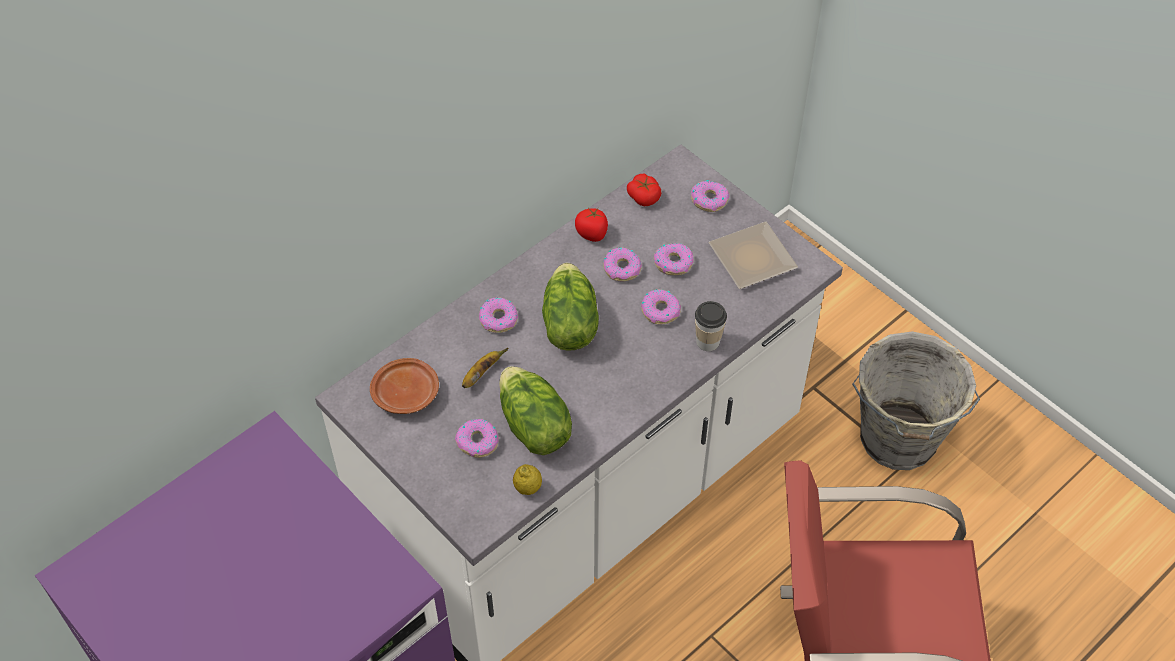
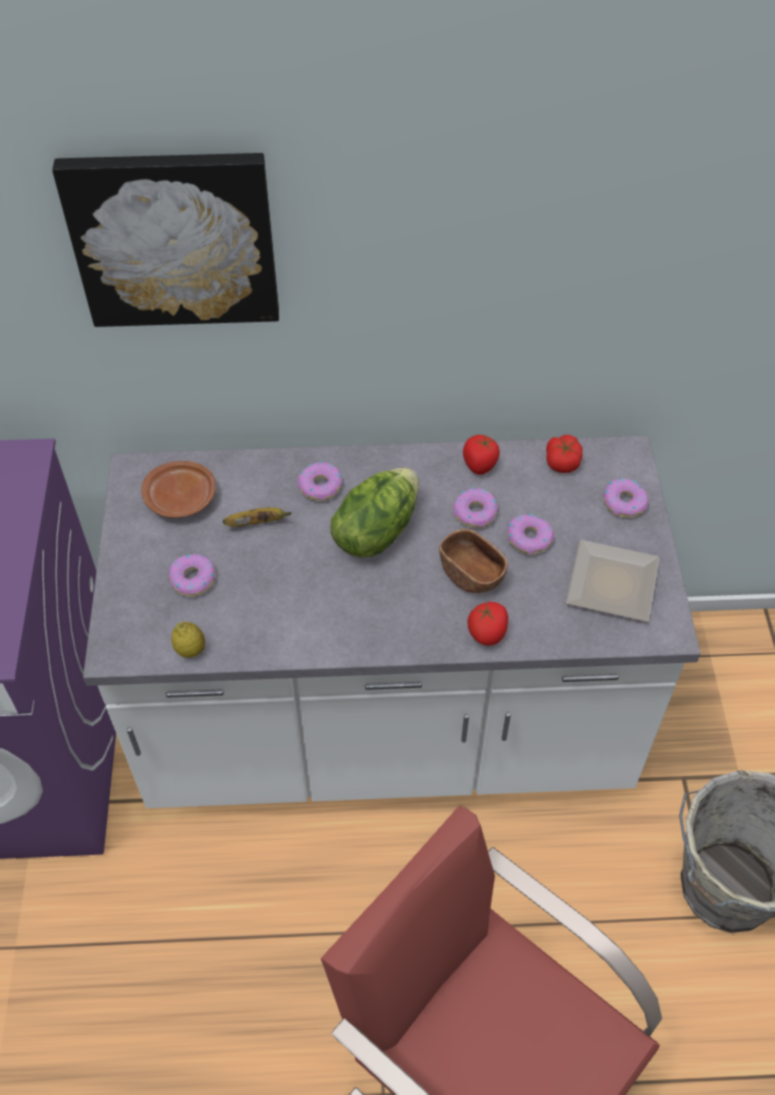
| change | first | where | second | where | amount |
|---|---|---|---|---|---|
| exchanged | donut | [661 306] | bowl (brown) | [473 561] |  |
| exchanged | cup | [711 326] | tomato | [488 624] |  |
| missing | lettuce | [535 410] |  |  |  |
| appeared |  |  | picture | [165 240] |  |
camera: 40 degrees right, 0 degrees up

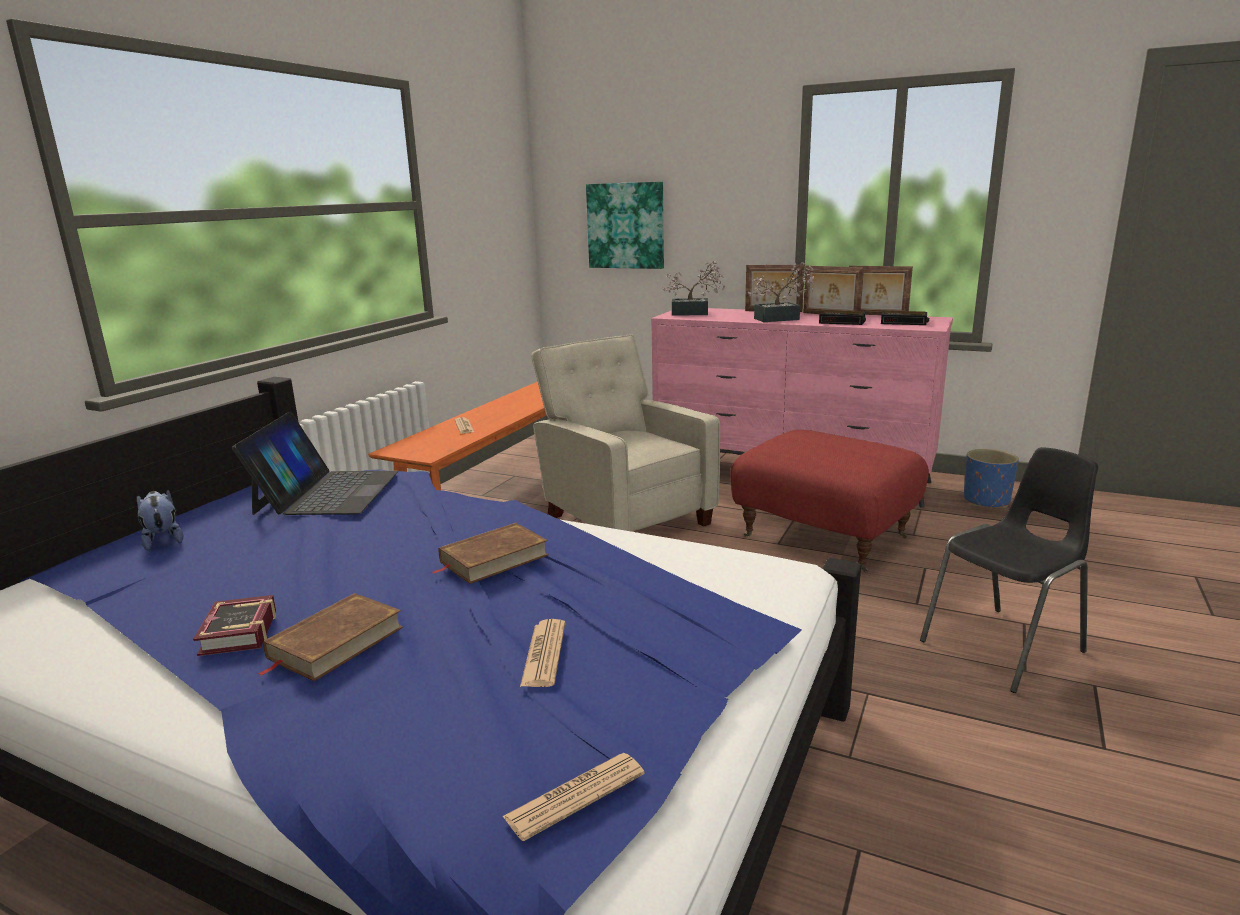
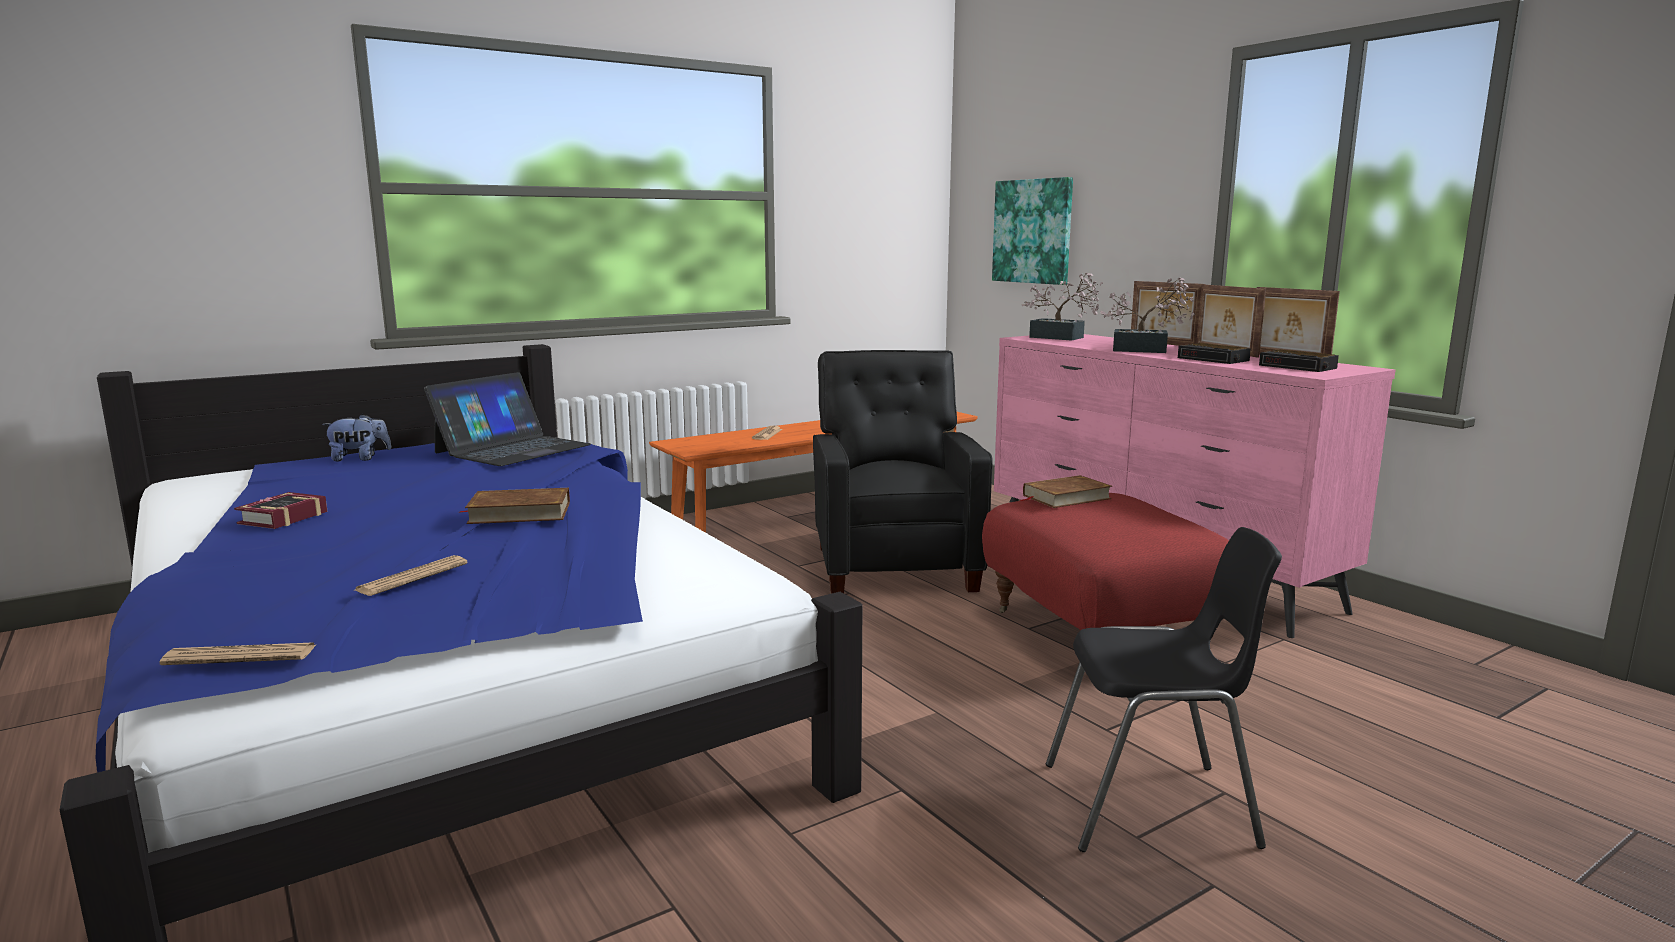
| change | first | where | second | where | amount |
|---|---|---|---|---|---|
| colour | armchair (beige) | [625 433] | armchair (black) | [903 472] |  |
| missing | planter (blue) | [991 478] |  |  |  |
| spun | plush toy | [160 520] |  | [357 438] | 75 degrees clockwise |
| relocated | book (brown) | [330 637] |  | [1066 491] |  |
camera: 30 degrees right, 5 degrees down

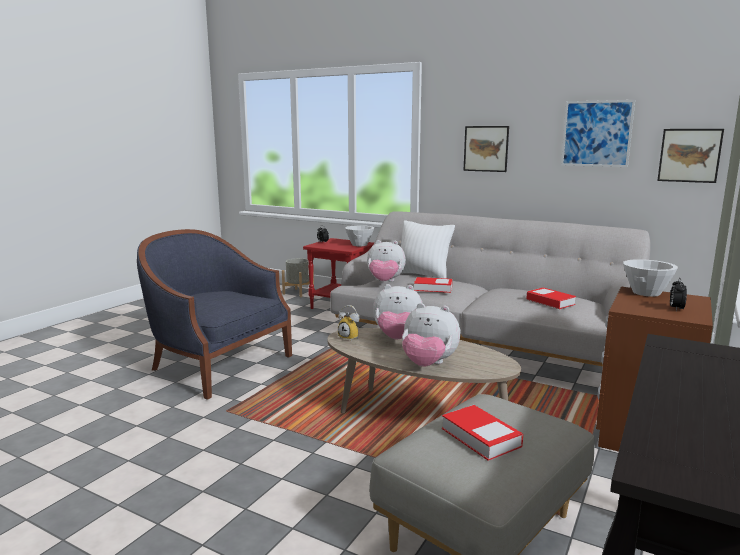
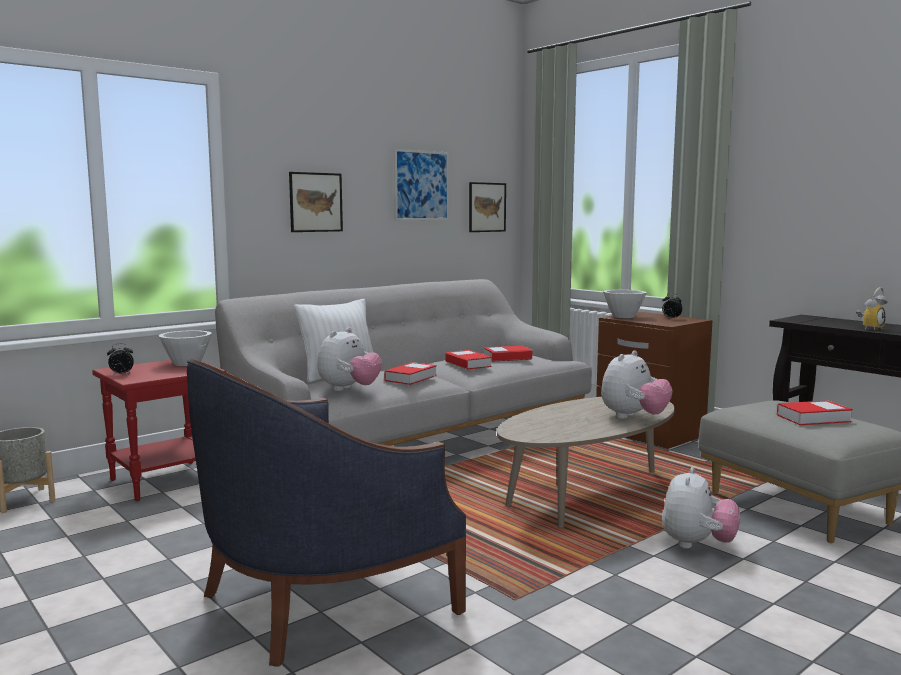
| change | first | where | second | where | amount |
|---|---|---|---|---|---|
| relocated | plush toy | [397 312] |  | [701 508] |  |
| relocated | alarm clock | [349 323] |  | [872 308] |  |
| appeared |  |  | book | [468 359] |  |
camera: 70 degrees left, 5 degrees down

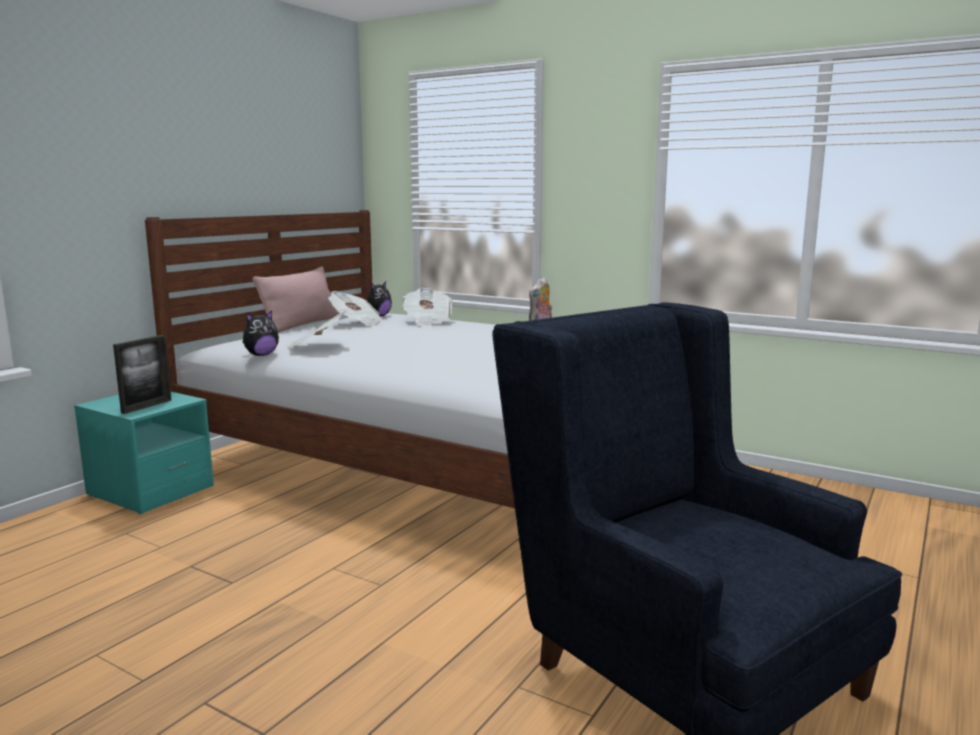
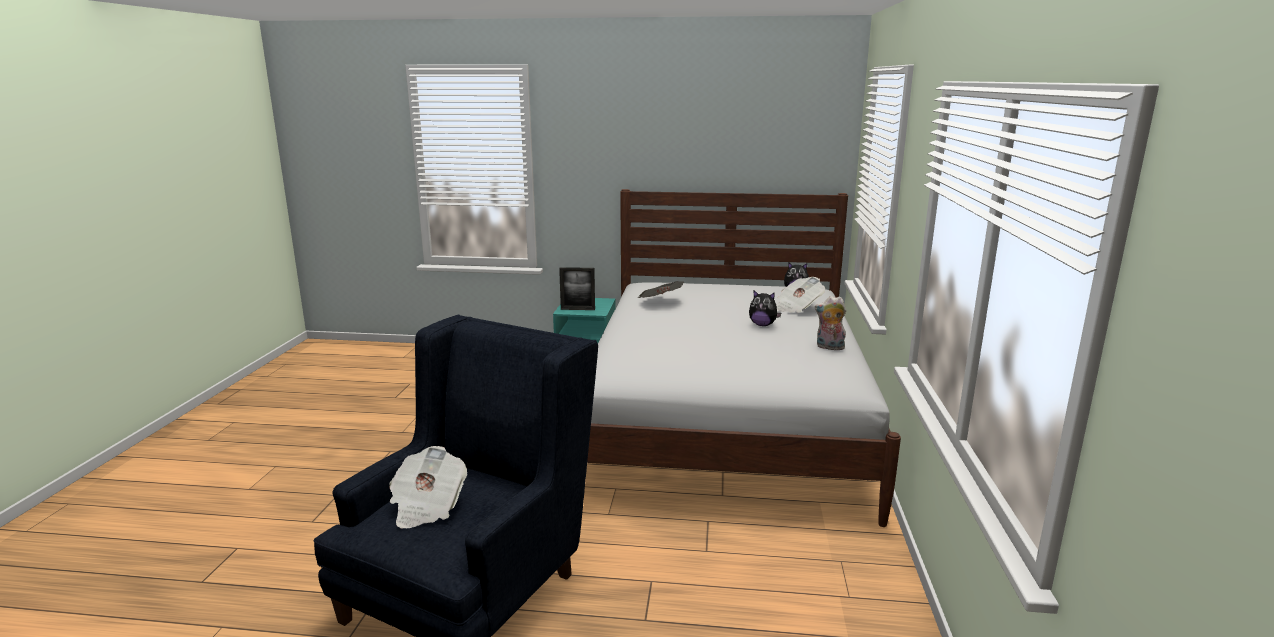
| change | first | where | second | where | amount |
|---|---|---|---|---|---|
| missing | pillow (pink) | [295 299] |  |  |  |
| relocated | newspaper | [355 309] |  | [428 487] |  |
| relocated | plush toy | [260 333] |  | [765 308] |  |
camera: 65 degrees right, 5 degrees up

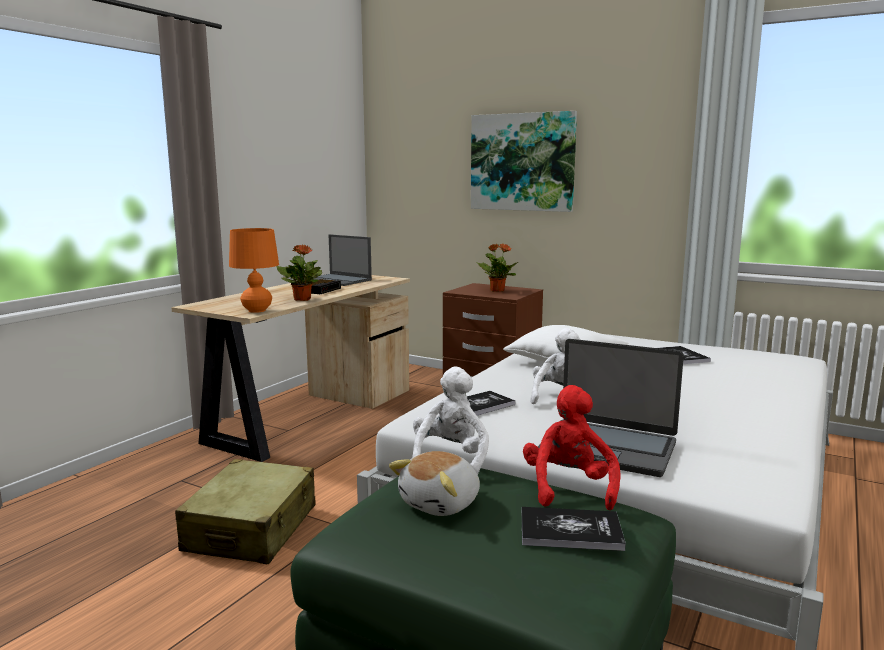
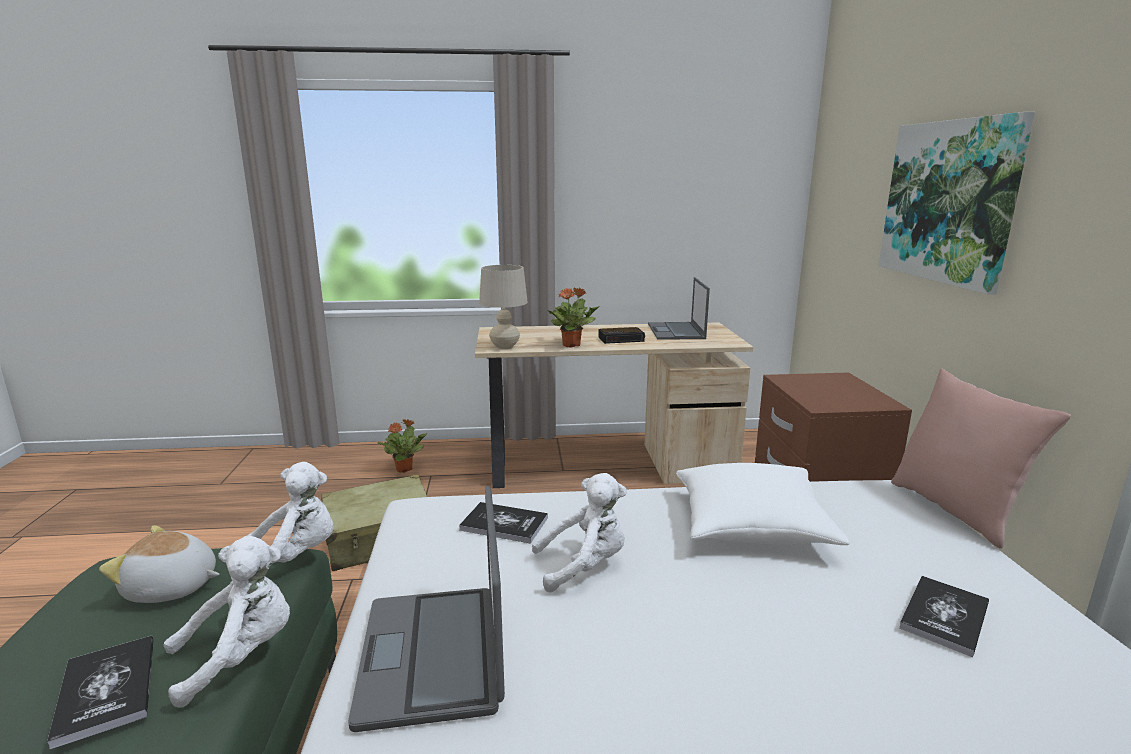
| change | first | where | second | where | amount |
|---|---|---|---|---|---|
| colour | table lamp (orange) | [254 270] | table lamp (beige) | [503 307] |  |
| relocated | potted plant | [497 267] |  | [402 446] |  |
| colour | plush toy (red) | [572 448] | plush toy (white) | [226 622] |  |
| appeared |  |  | pillow (pink) | [981 459] |  |
camera: 55 degrees right, 5 degrees up

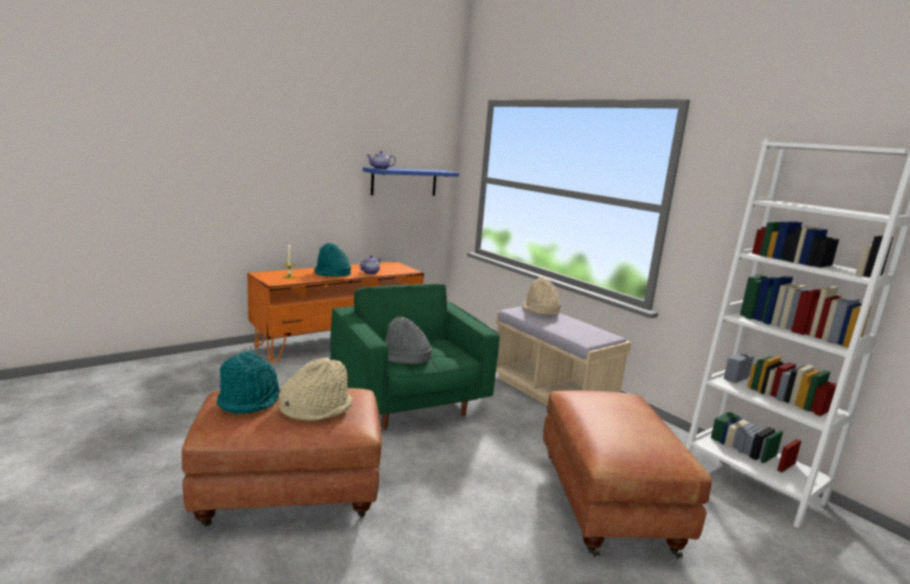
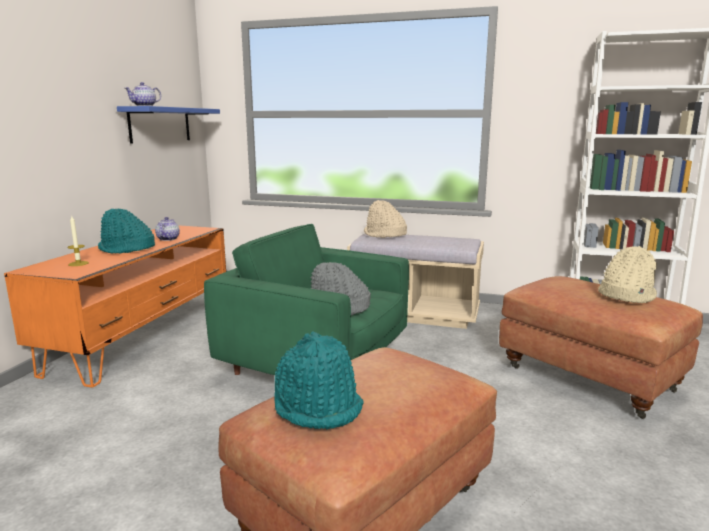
| change | first | where | second | where | amount |
|---|---|---|---|---|---|
| relocated | hat (beige) | [316 389] |  | [627 274] |  |
camera: 35 degrees left, 0 degrees up

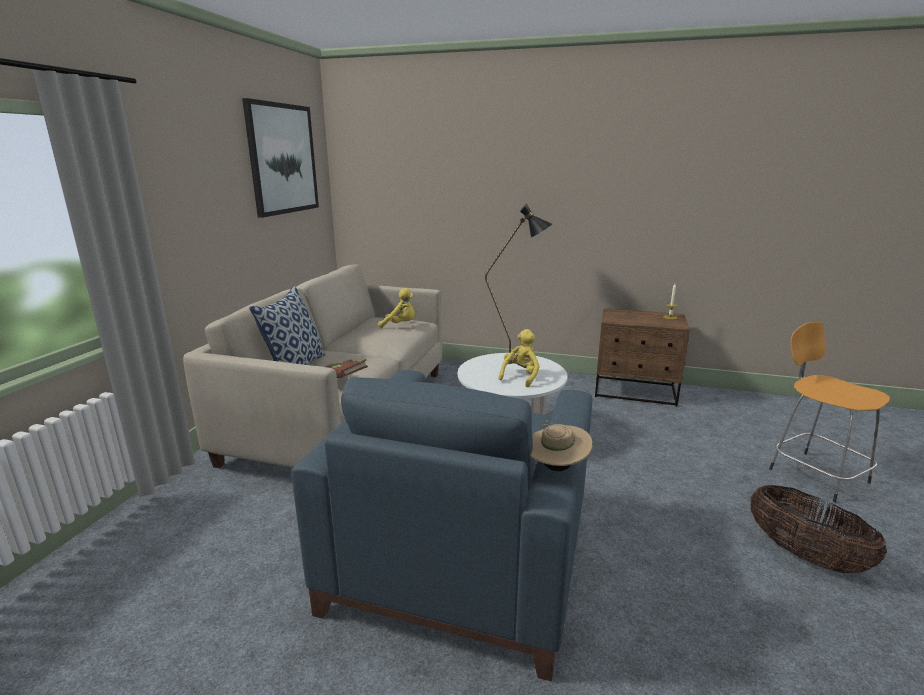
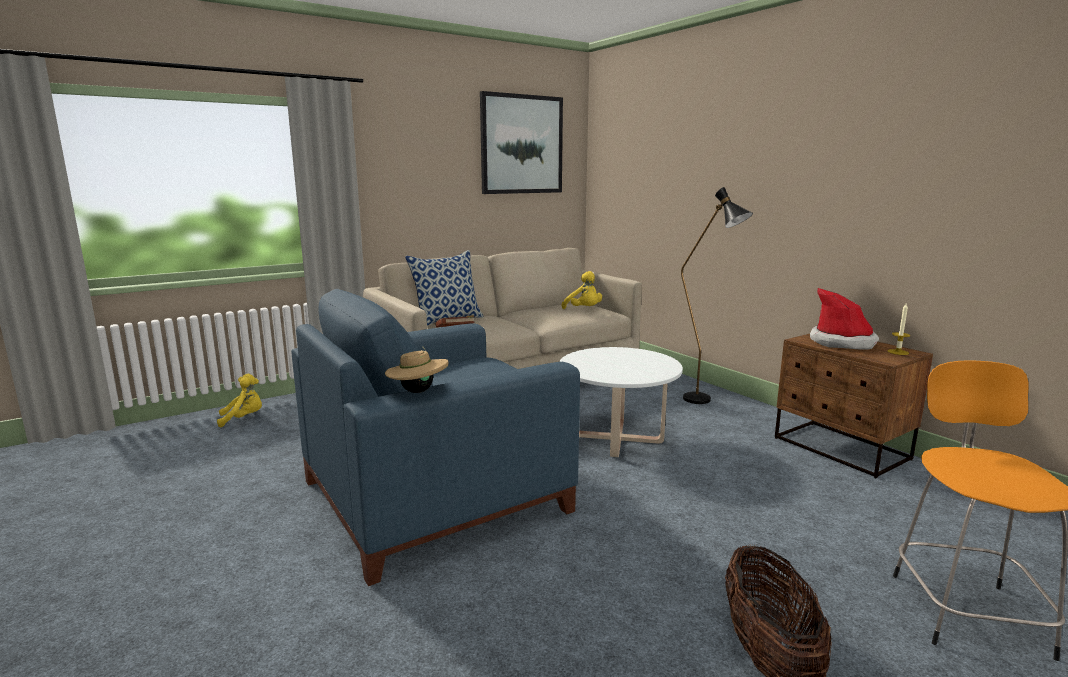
| change | first | where | second | where | amount |
|---|---|---|---|---|---|
| relocated | plush toy (yellow) | [519 358] |  | [239 400] |  |
| appeared |  |  | hat | [844 319] |  |
camera: 40 degrees right, 5 degrees down

